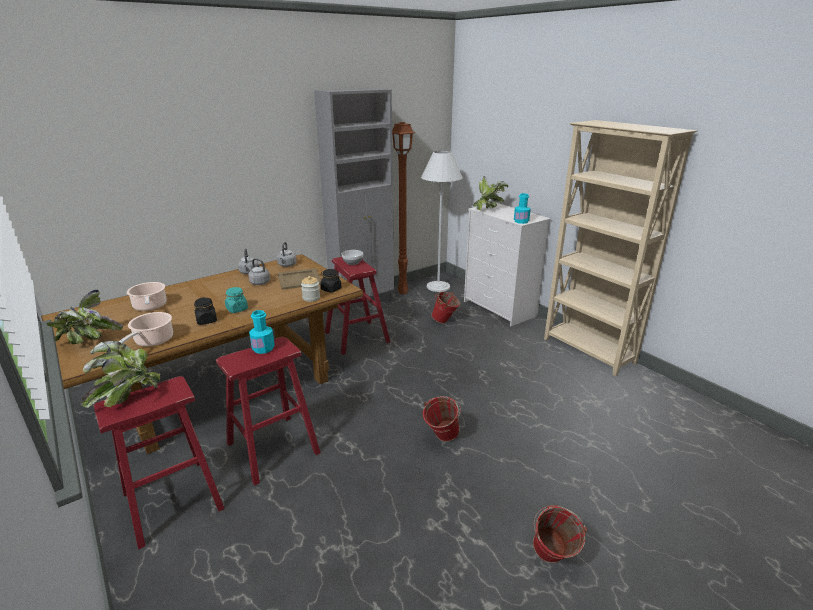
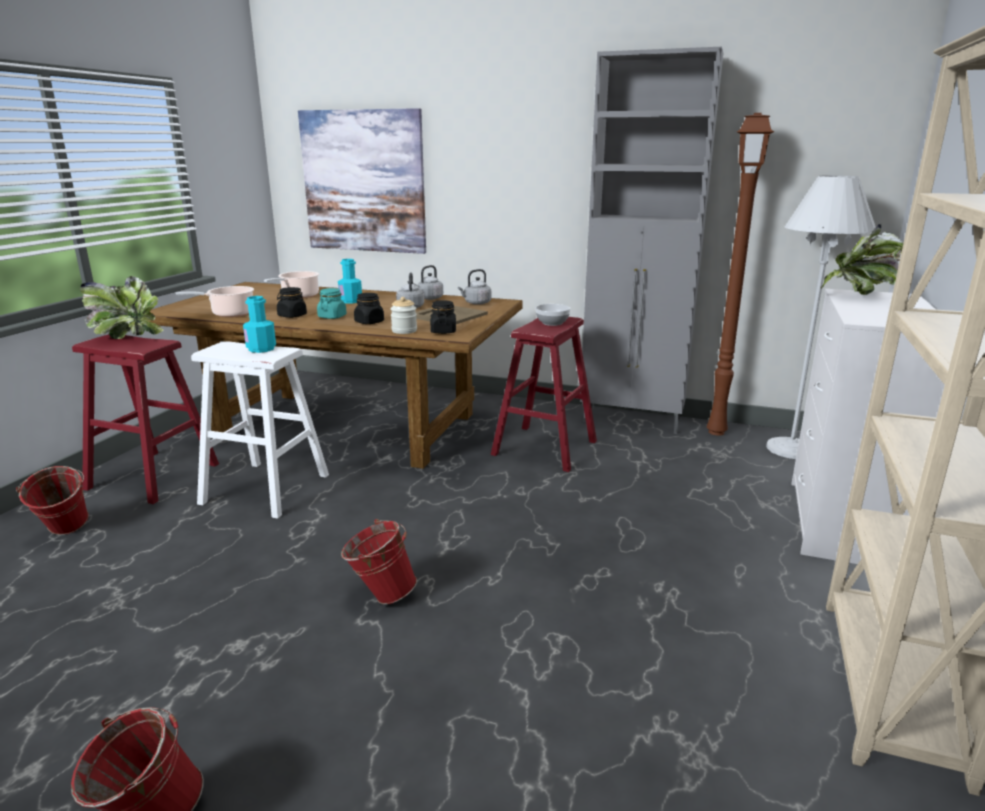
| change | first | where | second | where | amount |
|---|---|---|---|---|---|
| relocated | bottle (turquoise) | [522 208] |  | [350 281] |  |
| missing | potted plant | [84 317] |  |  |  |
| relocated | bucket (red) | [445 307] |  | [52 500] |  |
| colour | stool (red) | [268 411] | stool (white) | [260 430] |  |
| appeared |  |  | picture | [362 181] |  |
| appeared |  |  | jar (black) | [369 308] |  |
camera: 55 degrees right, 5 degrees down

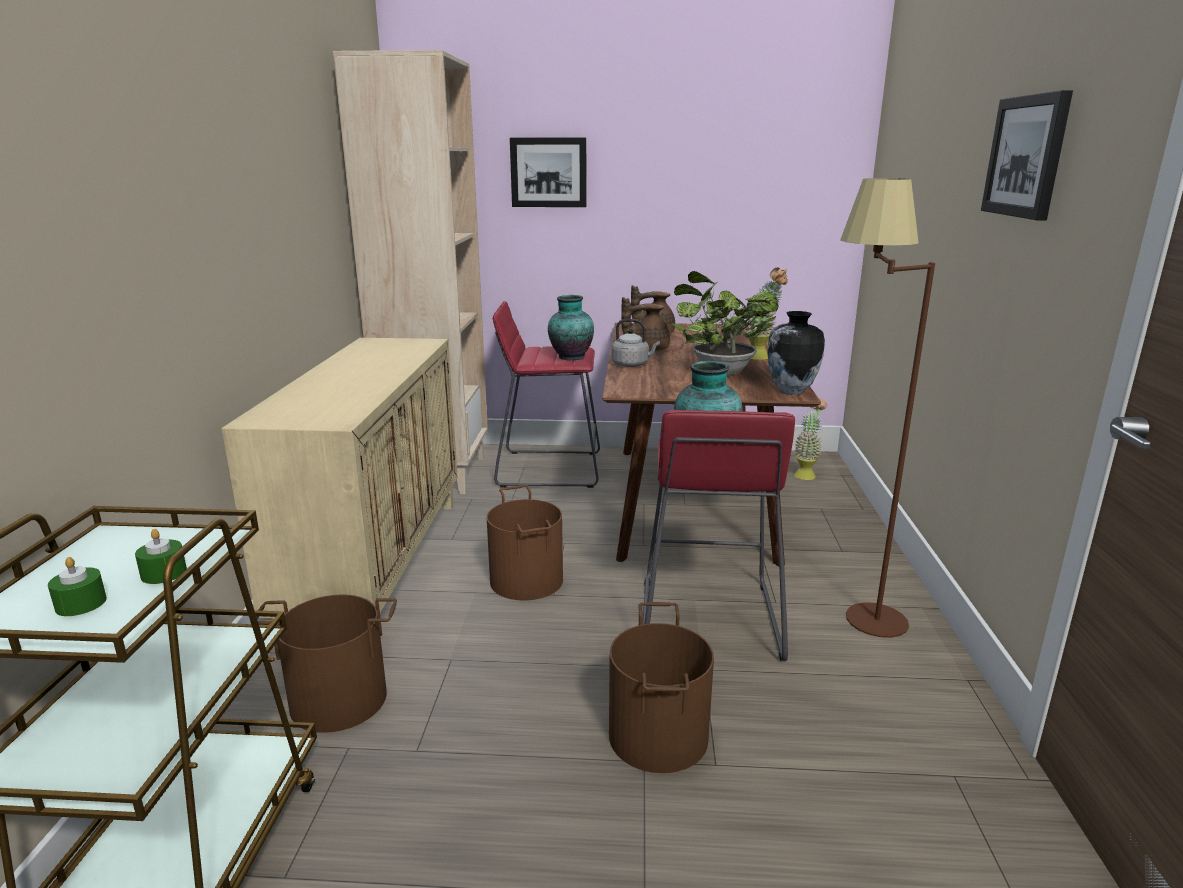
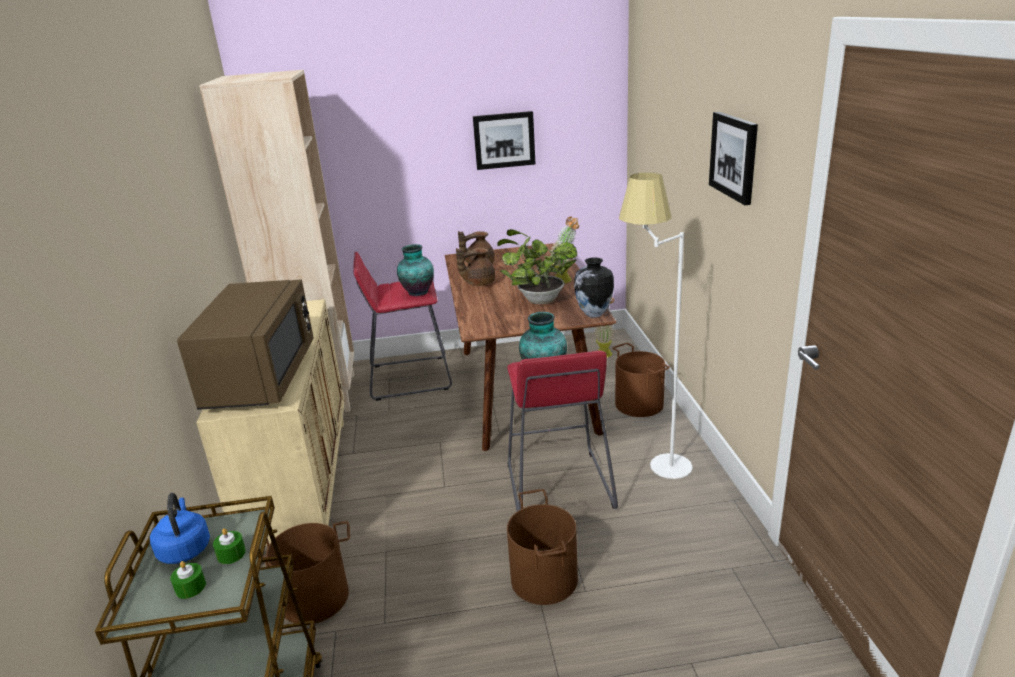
| change | first | where | second | where | amount |
|---|---|---|---|---|---|
| relocated | picture | [548 172] |  | [504 140] |  |
| colour | floor lamp (brown) | [887 408] | floor lamp (white) | [656 325] |  |
| missing | kettle (grey) | [636 343] |  |  |  |
| relocated | bucket (brown) | [525 543] |  | [641 380] |  |
| appeared |  |  | microwave (brown) | [245 344] |  |
| appeared |  |  | kettle (blue) | [180 528] |  |
camera: 10 degrees left, 5 degrees up

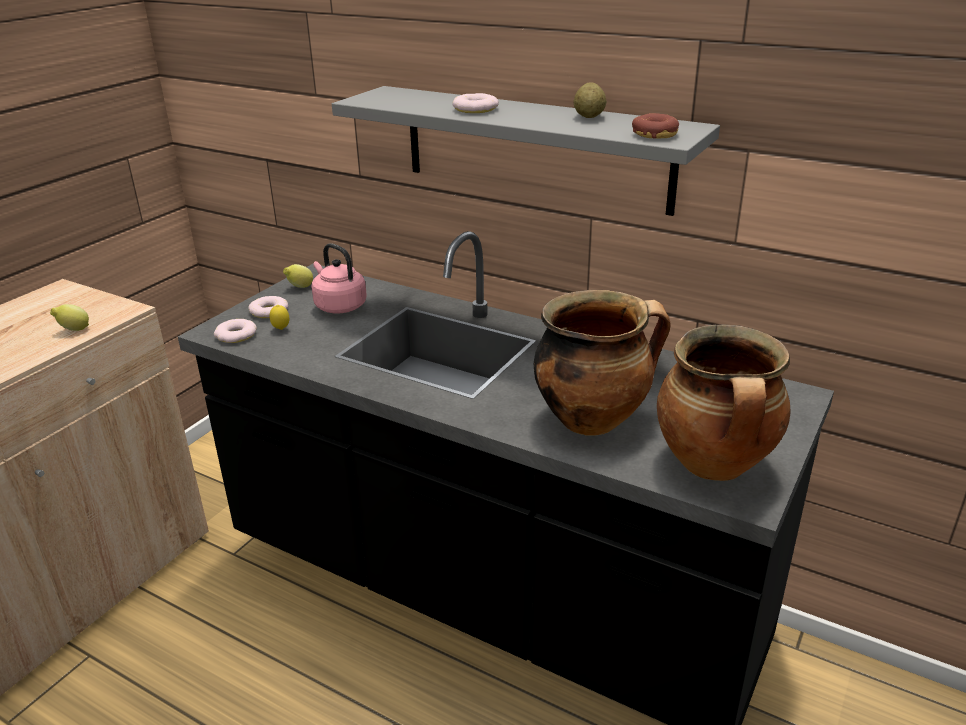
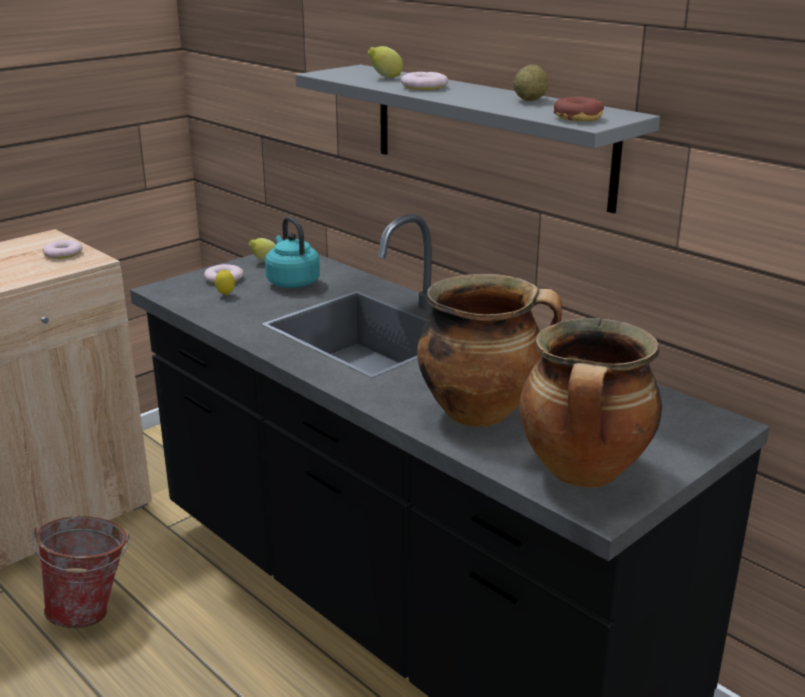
| change | first | where | second | where | amount |
|---|---|---|---|---|---|
| colour | kettle (pink) | [339 278] | kettle (turquoise) | [292 252] |  |
| relocated | lemon | [69 317] |  | [385 62] |  |
| relocated | donut | [235 331] |  | [62 249] |  |
| appeared |  |  | bucket | [81 572] |  |
camera: 15 degrees right, 5 degrees down

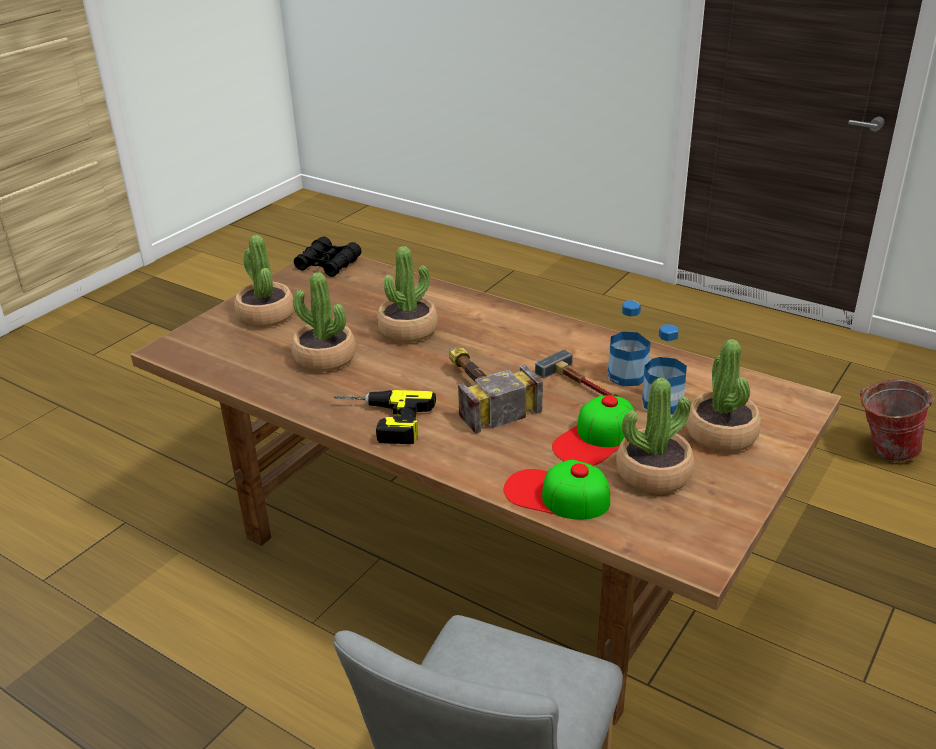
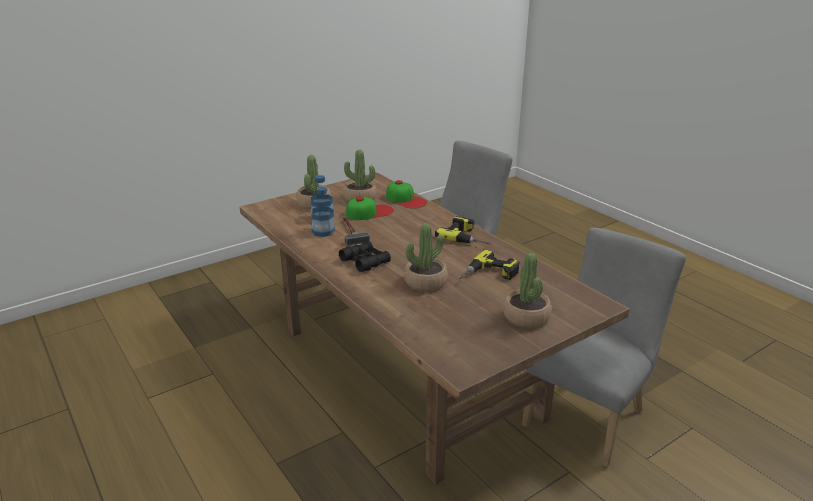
| change | first | where | second | where | amount |
|---|---|---|---|---|---|
| relocated | binoculars (black) | [328 256] |  | [365 256] |  |
| exchanged | potted plant | [324 322] | power drill | [489 265] |  |
| missing | hammer | [496 390] |  |  |  |
| missing | bucket | [897 420] |  |  |  |
| appeared |  |  | chair (grey) | [604 347] |  |
camera: 160 degrees left, 5 degrees down

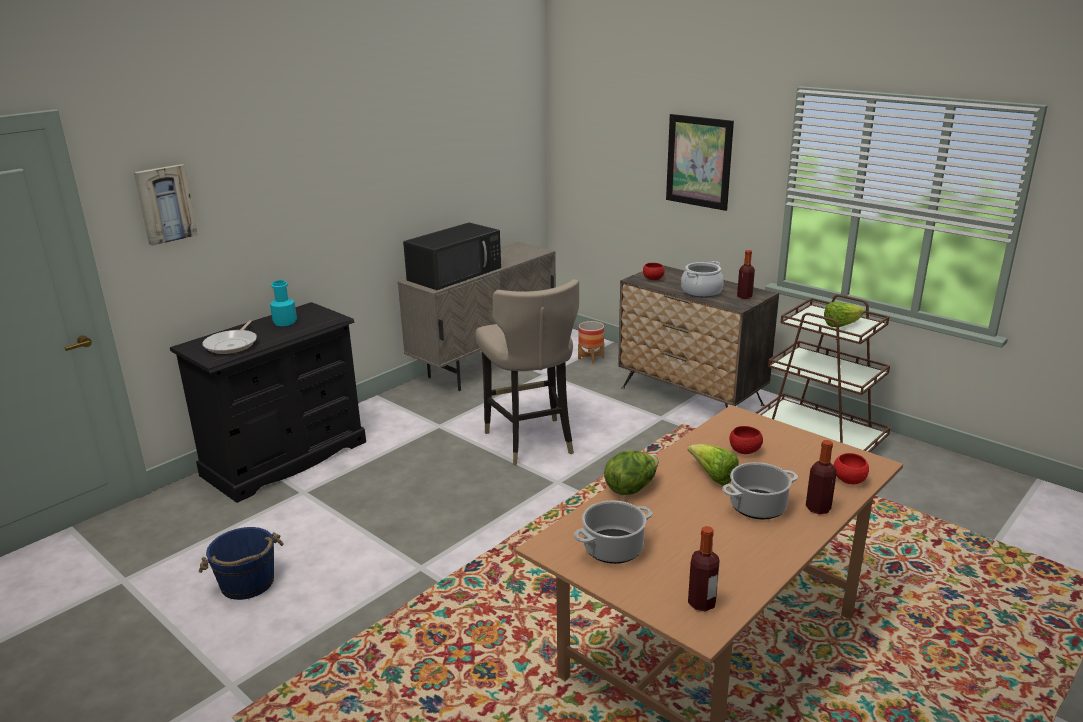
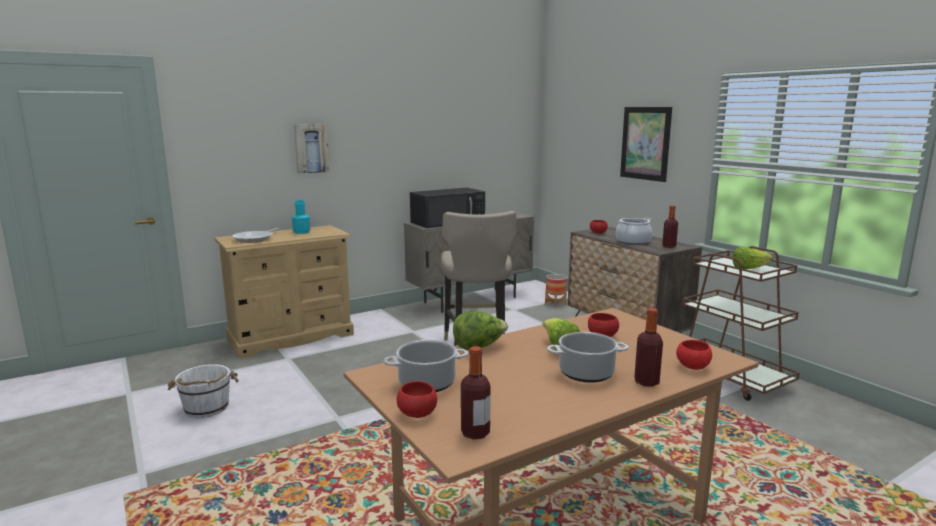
| change | first | where | second | where | amount |
|---|---|---|---|---|---|
| relocated | picture | [166 205] |  | [312 149] |  |
| colour | dresser (black) | [268 402] | dresser (beige) | [284 292] |  |
| colour | bucket (blue) | [241 563] | bucket (white) | [203 391] |  |
| appeared |  |  | bowl (red) | [417 399] |  |
camera: 15 degrees right, 10 degrees down

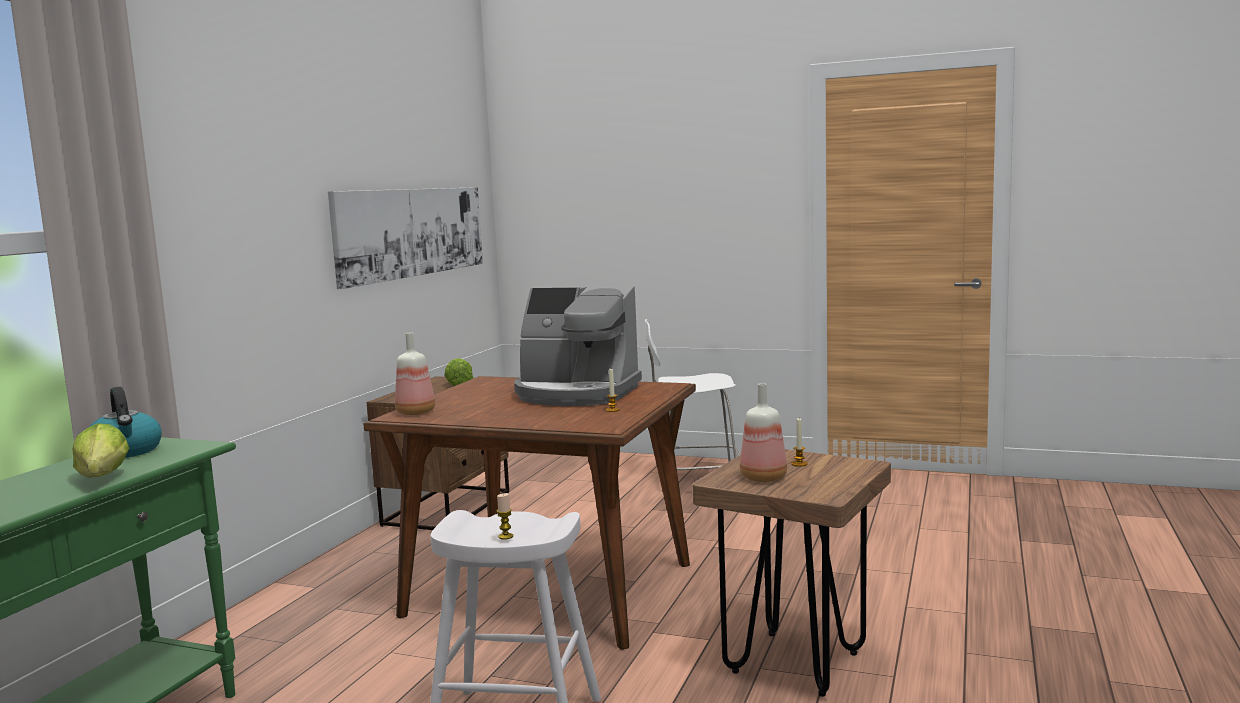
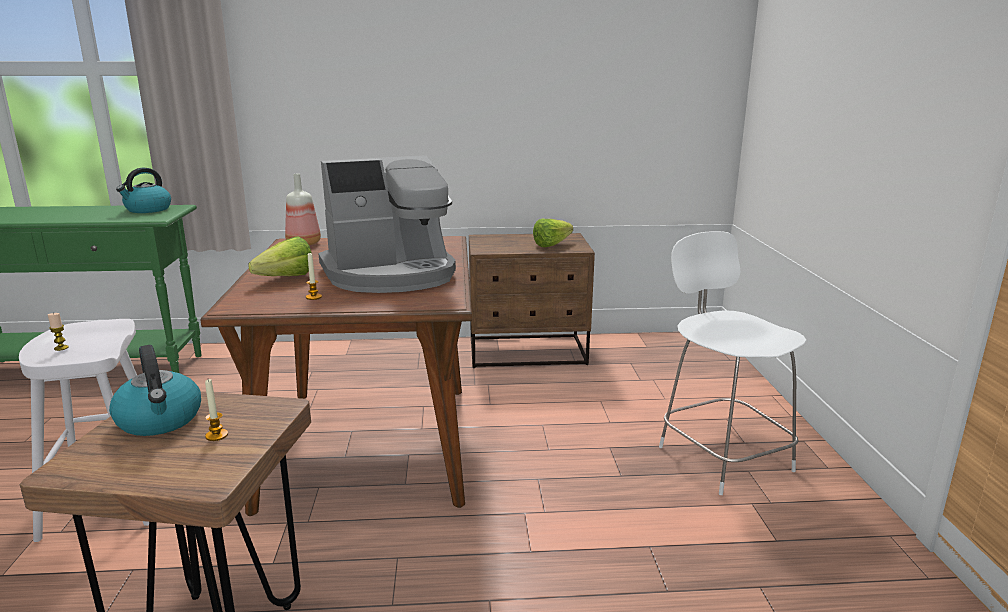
| change | first | where | second | where | amount |
|---|---|---|---|---|---|
| missing | picture | [405 238] |  |  |  |
| spun | coffee machine | [578 346] |  | [387 224] | 105 degrees counterclockwise |
| exchanged | bottle | [763 432] | kettle | [155 390] |  |
| relocated | lettuce | [101 450] |  | [280 256] |  |
camera: 65 degrees right, 10 degrees up

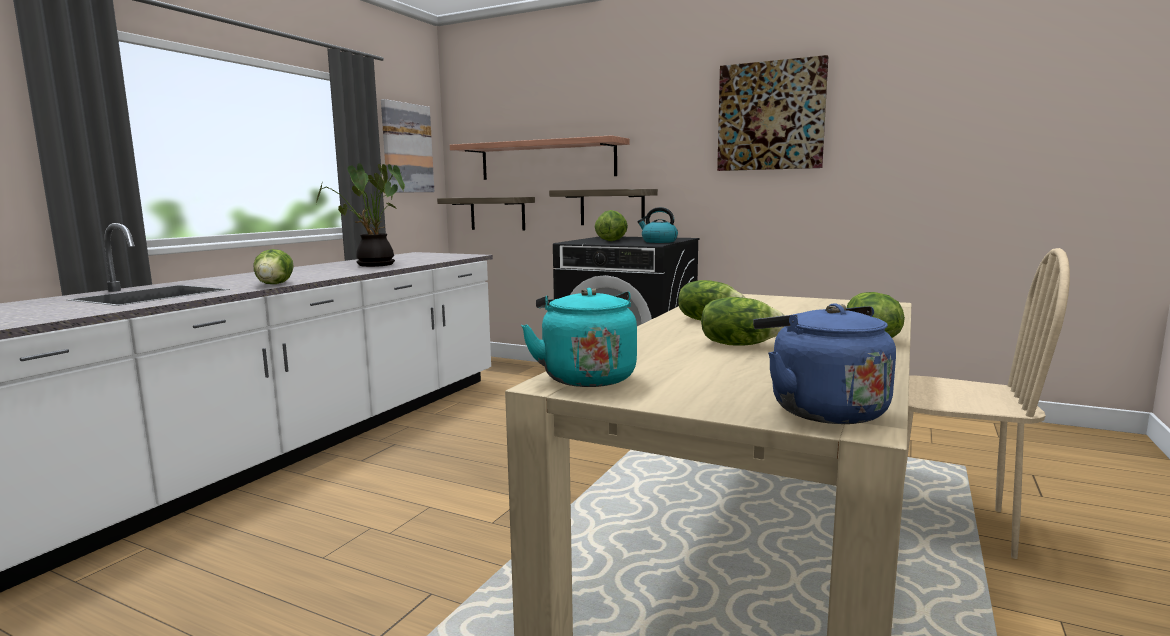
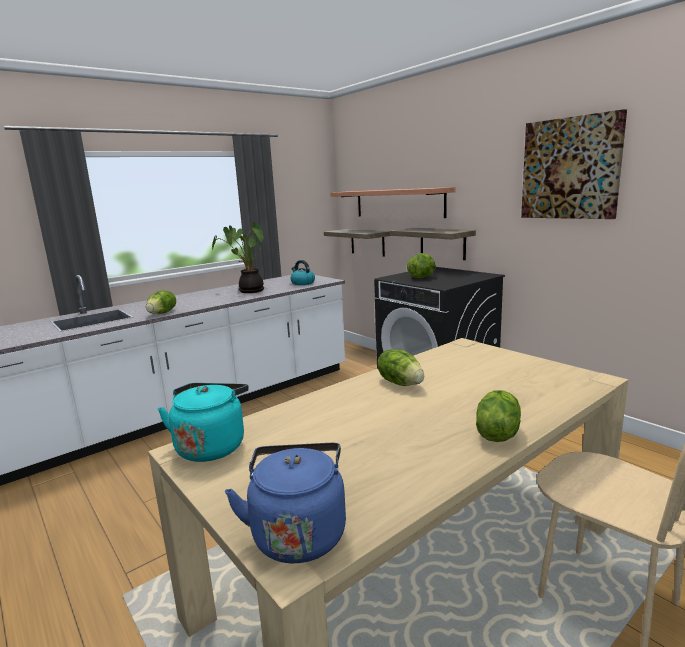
| change | first | where | second | where | amount |
|---|---|---|---|---|---|
| missing | picture | [407 145] |  |  |  |
| relocated | kettle | [657 225] |  | [303 272] |  |
| missing | lettuce | [743 321] |  |  |  |
camera: 25 degrees right, 5 degrees up

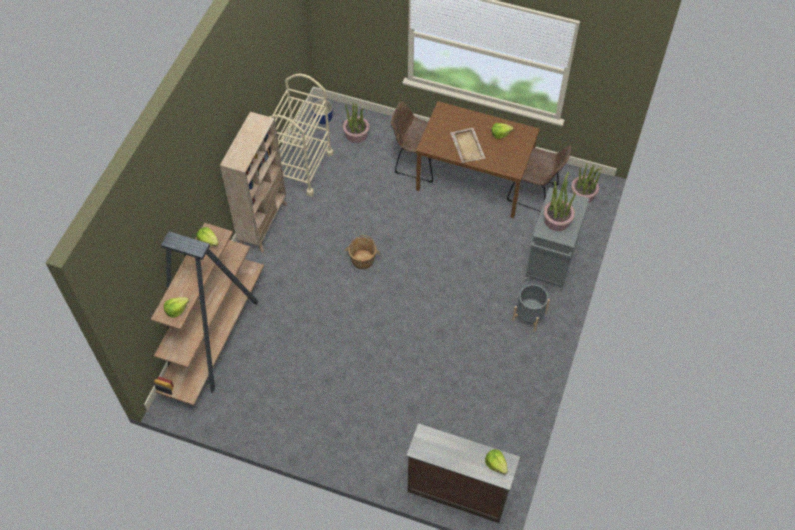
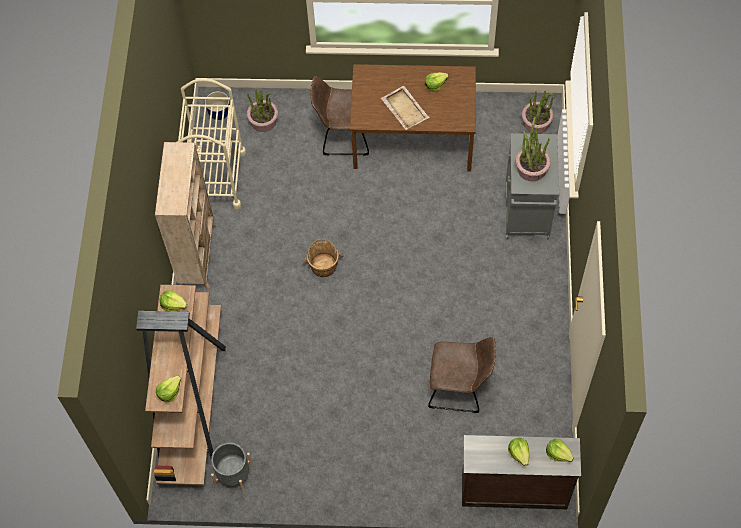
| change | first | where | second | where | amount |
|---|---|---|---|---|---|
| relocated | chair (brown) | [539 178] |  | [462 375] |  |
| relocated | planter (grey) | [531 308] |  | [232 467] |  |
| appeared |  |  | lettuce | [519 452] |  |
camera: 15 degrees left, 5 degrees up

